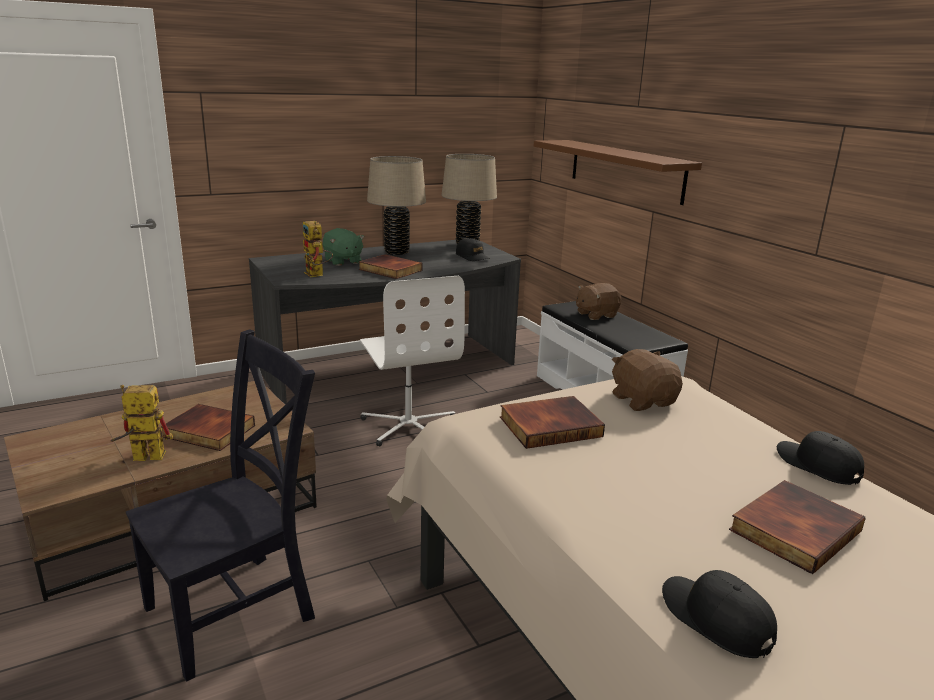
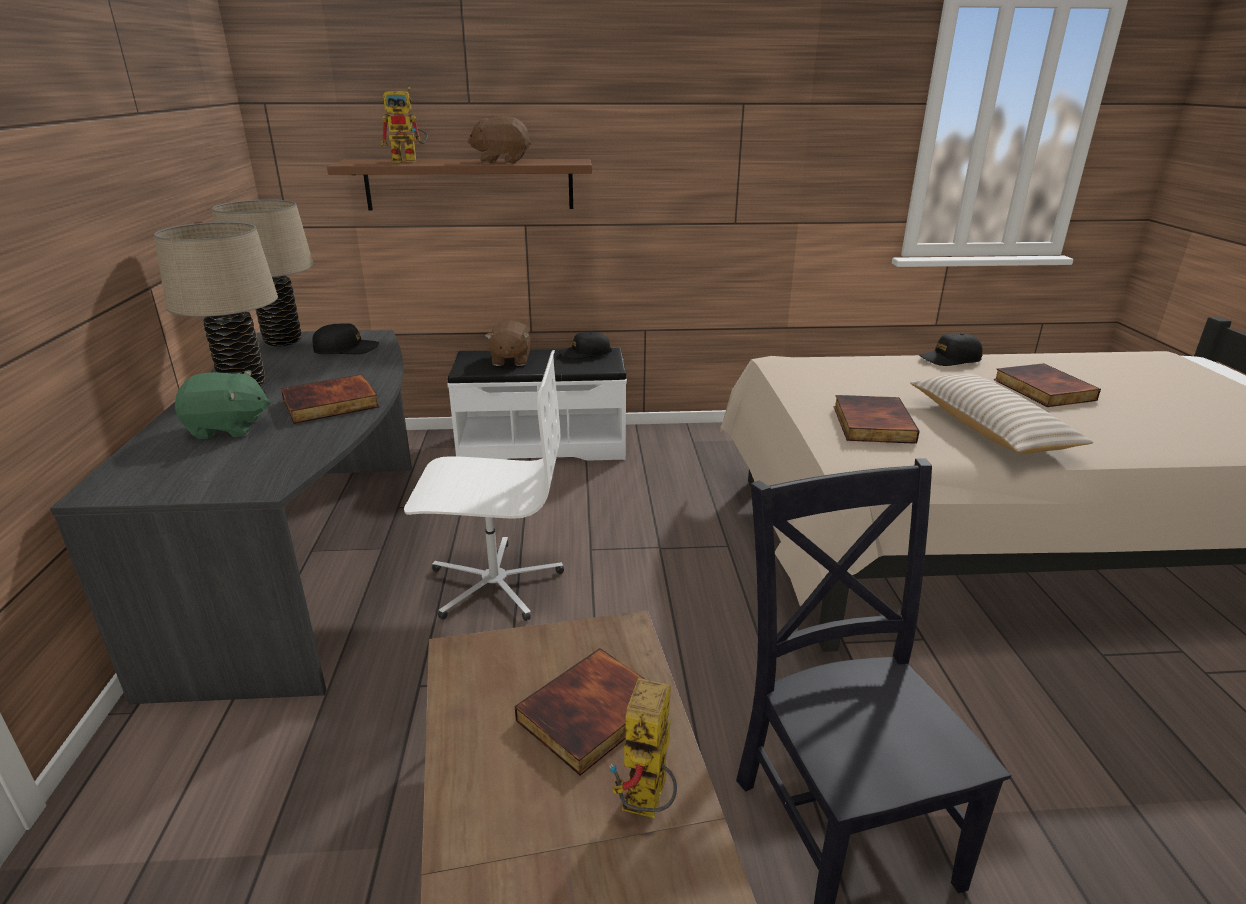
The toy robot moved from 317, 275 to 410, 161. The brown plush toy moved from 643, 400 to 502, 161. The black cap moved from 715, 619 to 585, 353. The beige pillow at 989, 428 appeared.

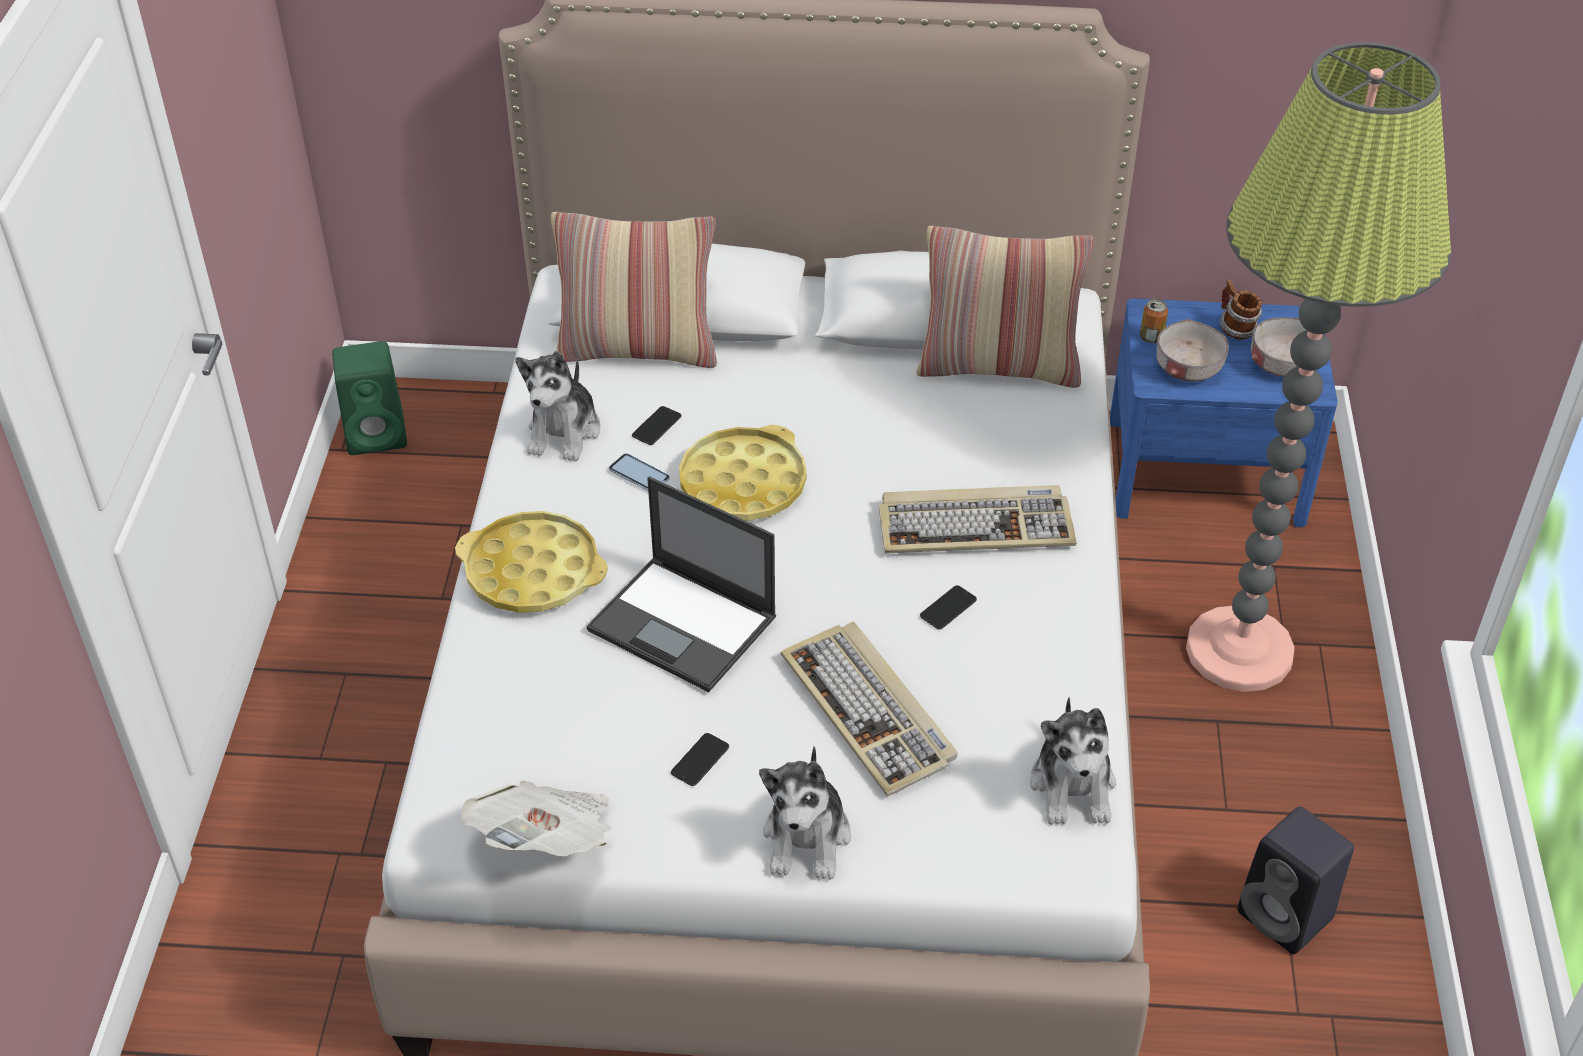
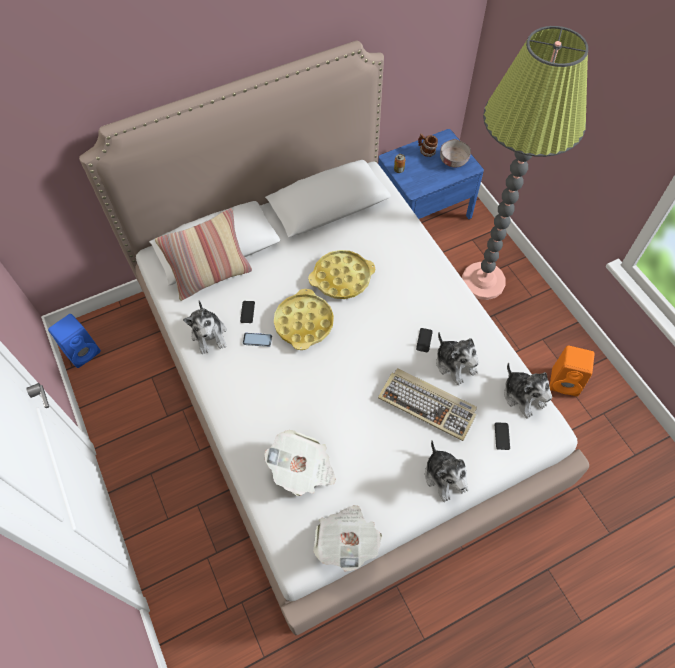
The green speaker at 378, 434 became the blue speaker at 83, 351. The newspaper at 303, 469 appeared. The yellow tray moved from 532, 572 to 342, 278. The plush toy at 455, 364 appeared. The phone moved from 700, 760 to 502, 436. The black speaker at 1287, 916 became the orange speaker at 566, 382. The laptop at 684, 624 disappeared. The keyboard at 976, 525 disappeared. The pillow at 998, 366 disappeared. The grey bowl at 1187, 368 disappeared.

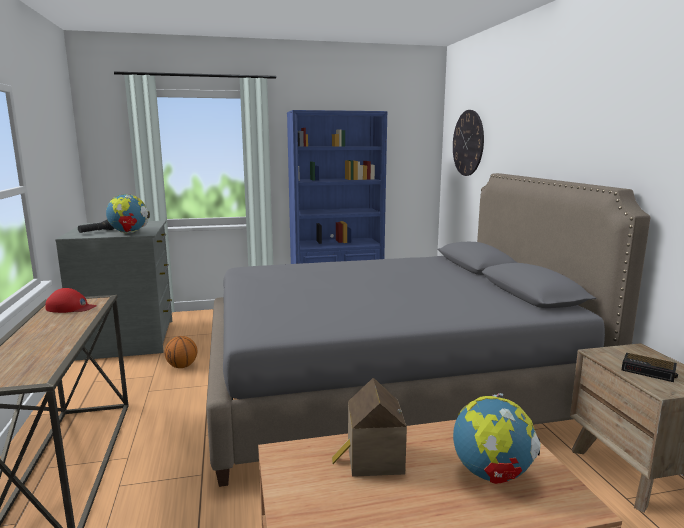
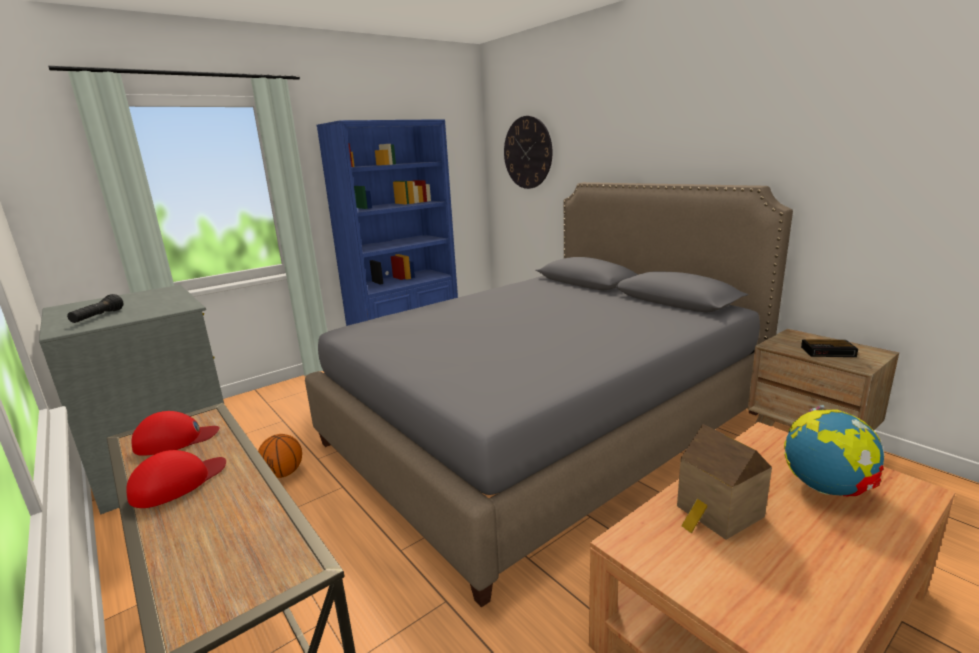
The red cap at 178, 482 appeared. The globe at 129, 233 disappeared.

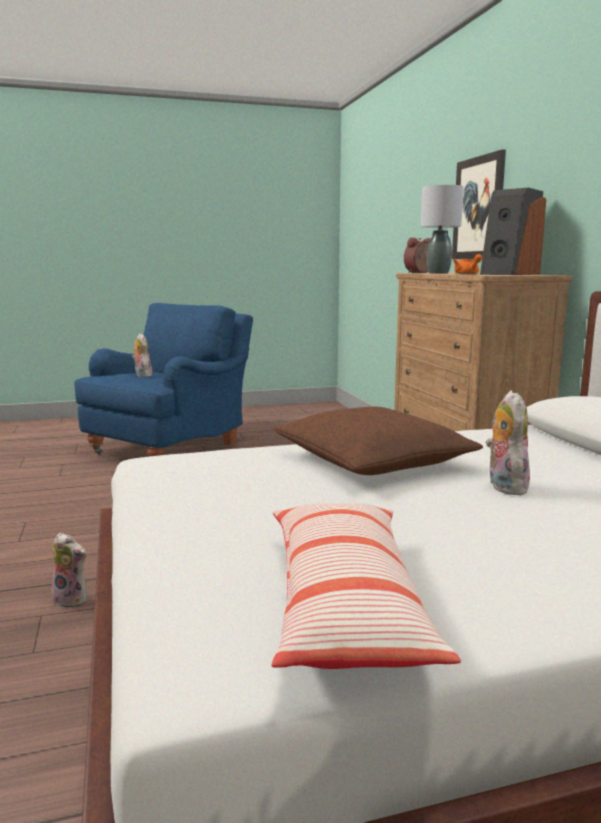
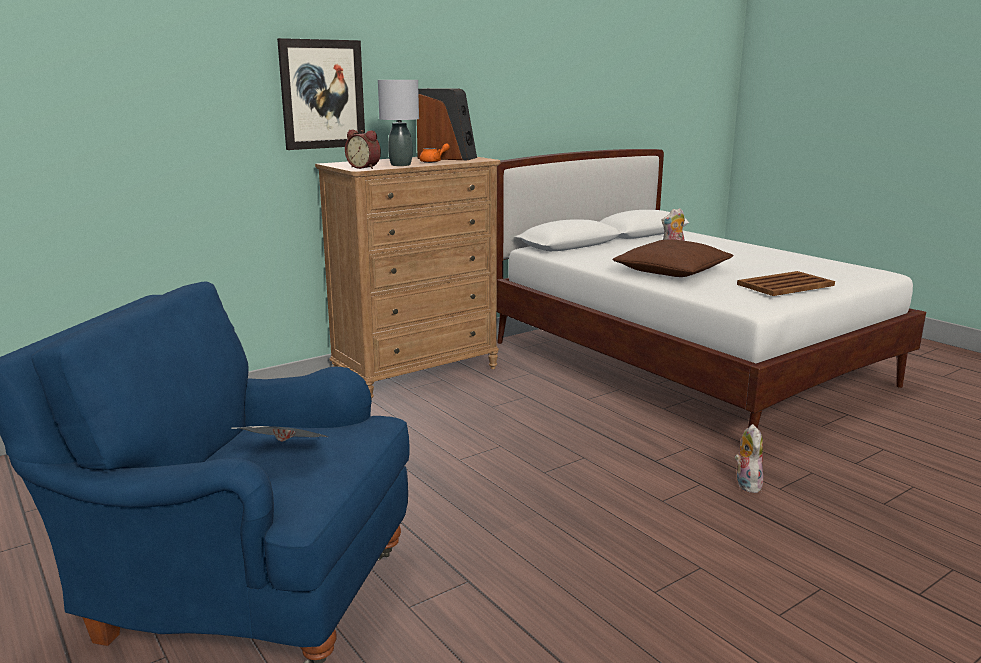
The plush toy at 142, 375 was replaced by the newspaper at 286, 455. The brown tray at 786, 285 appeared. The pillow at 345, 603 disappeared.

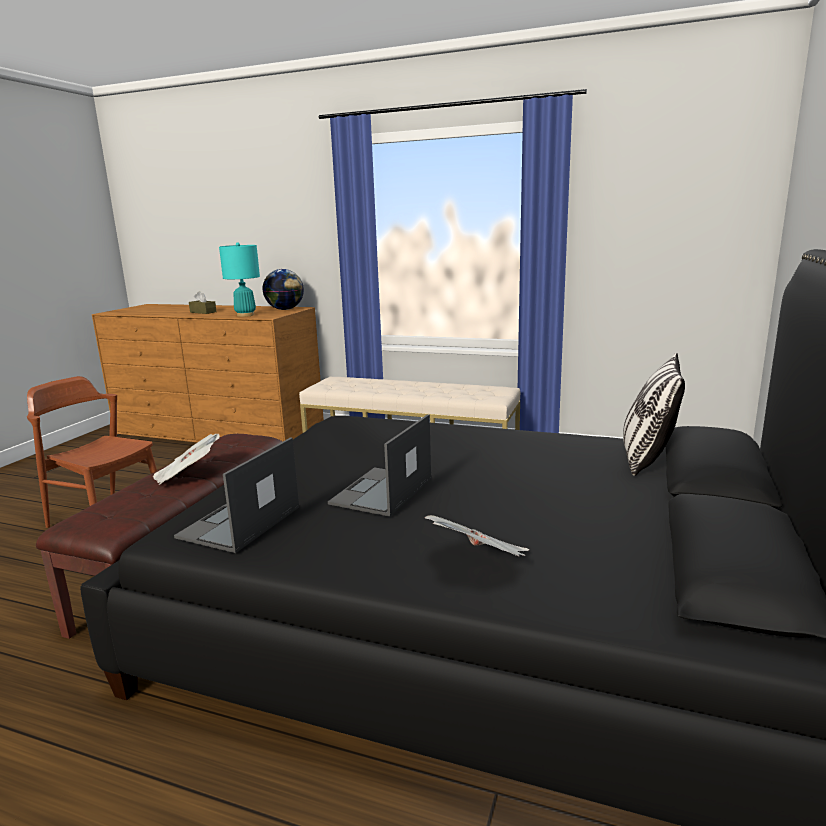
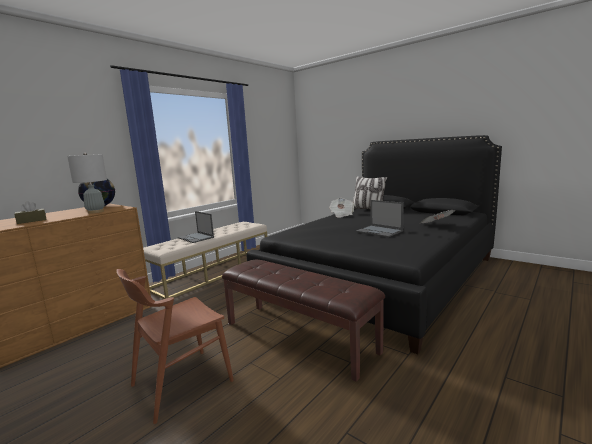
The turquoise table lamp at 245, 315 became the grey table lamp at 96, 212. The laptop moved from 239, 523 to 196, 238. The newspaper moved from 187, 476 to 341, 214.

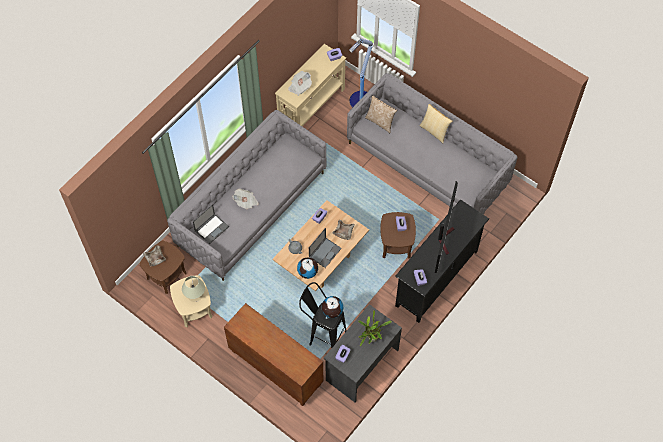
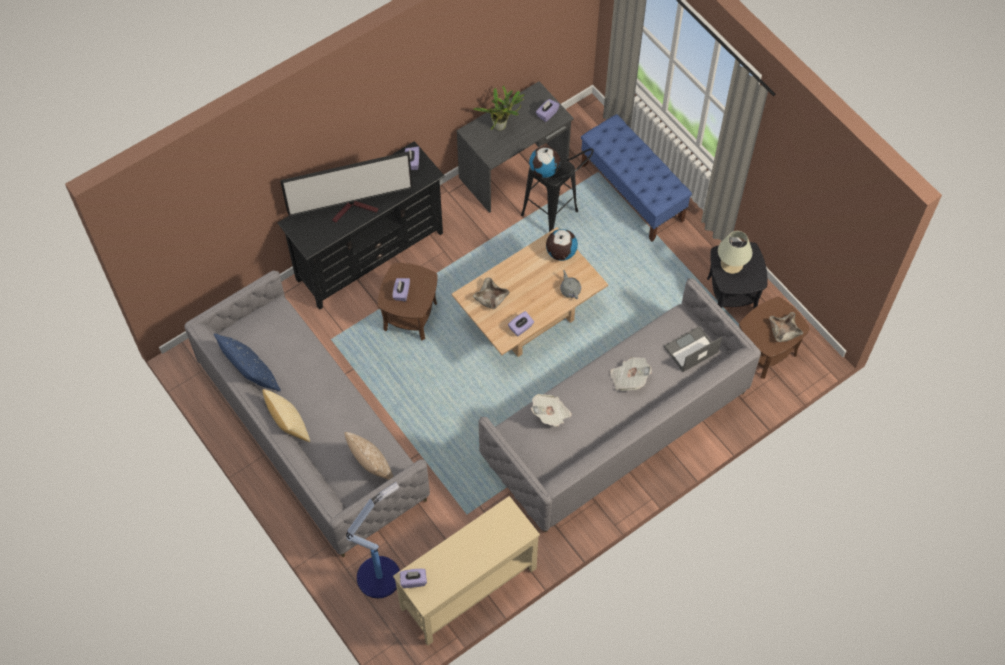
The blue pillow at 252, 376 appeared. The television at 444, 239 turned 135 degrees counterclockwise. The newspaper moved from 299, 87 to 551, 414. The brown cabinet at 275, 368 was replaced by the blue bench at 632, 193. The beige side table at 194, 309 became the black side table at 732, 294. The laptop at 325, 252 disappeared.

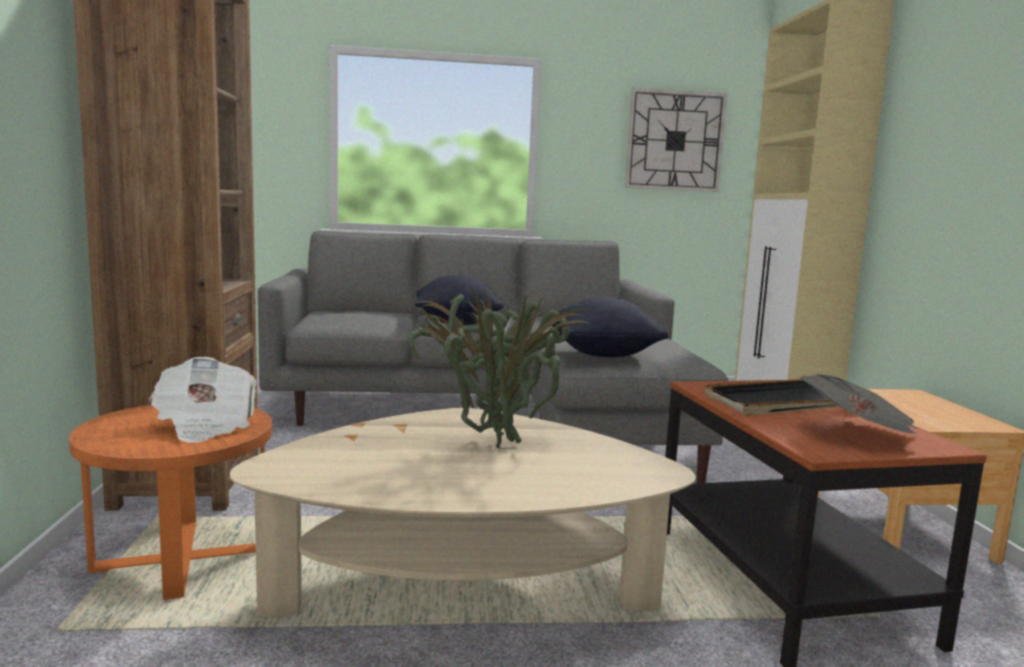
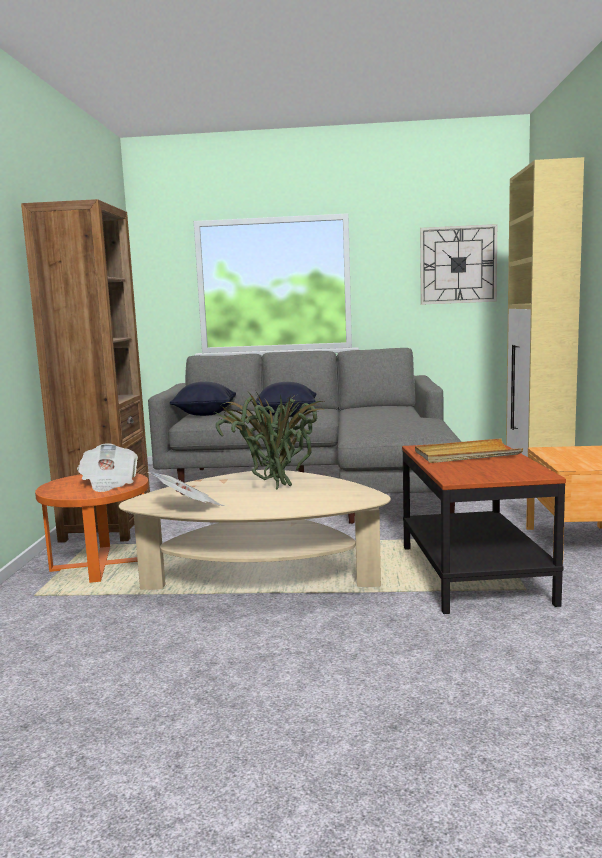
The newspaper moved from 859, 435 to 188, 508. The black pillow moved from 602, 353 to 205, 414. The black tray at 784, 403 became the beige tray at 466, 455.

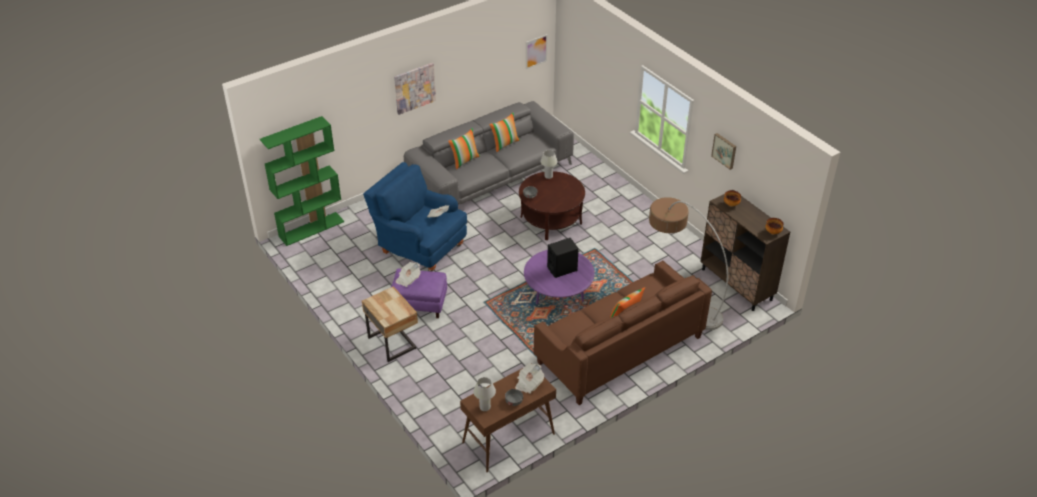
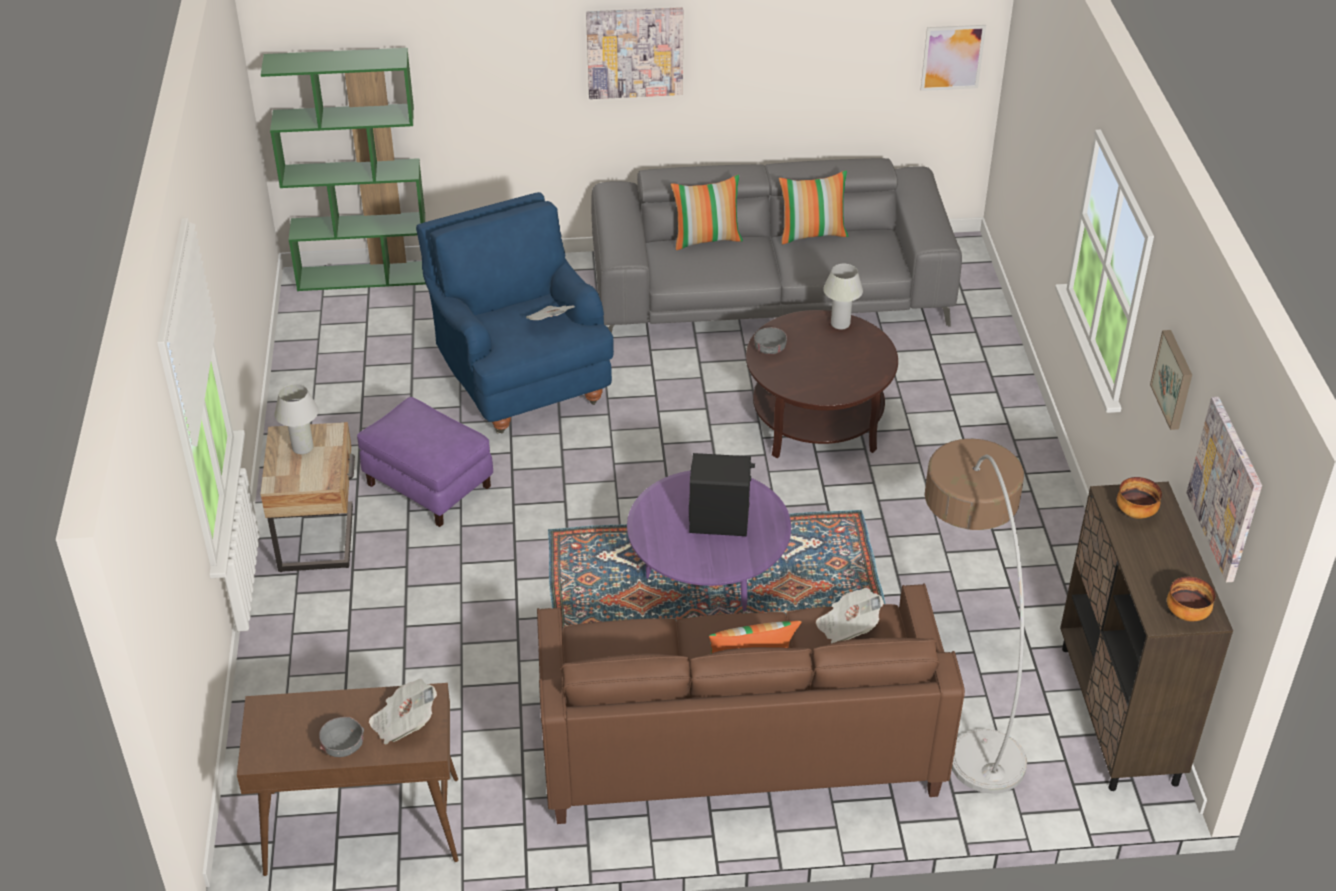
The white table lamp moved from 485, 407 to 302, 448. The newspaper moved from 408, 279 to 847, 627. The picture at 1226, 489 appeared.

